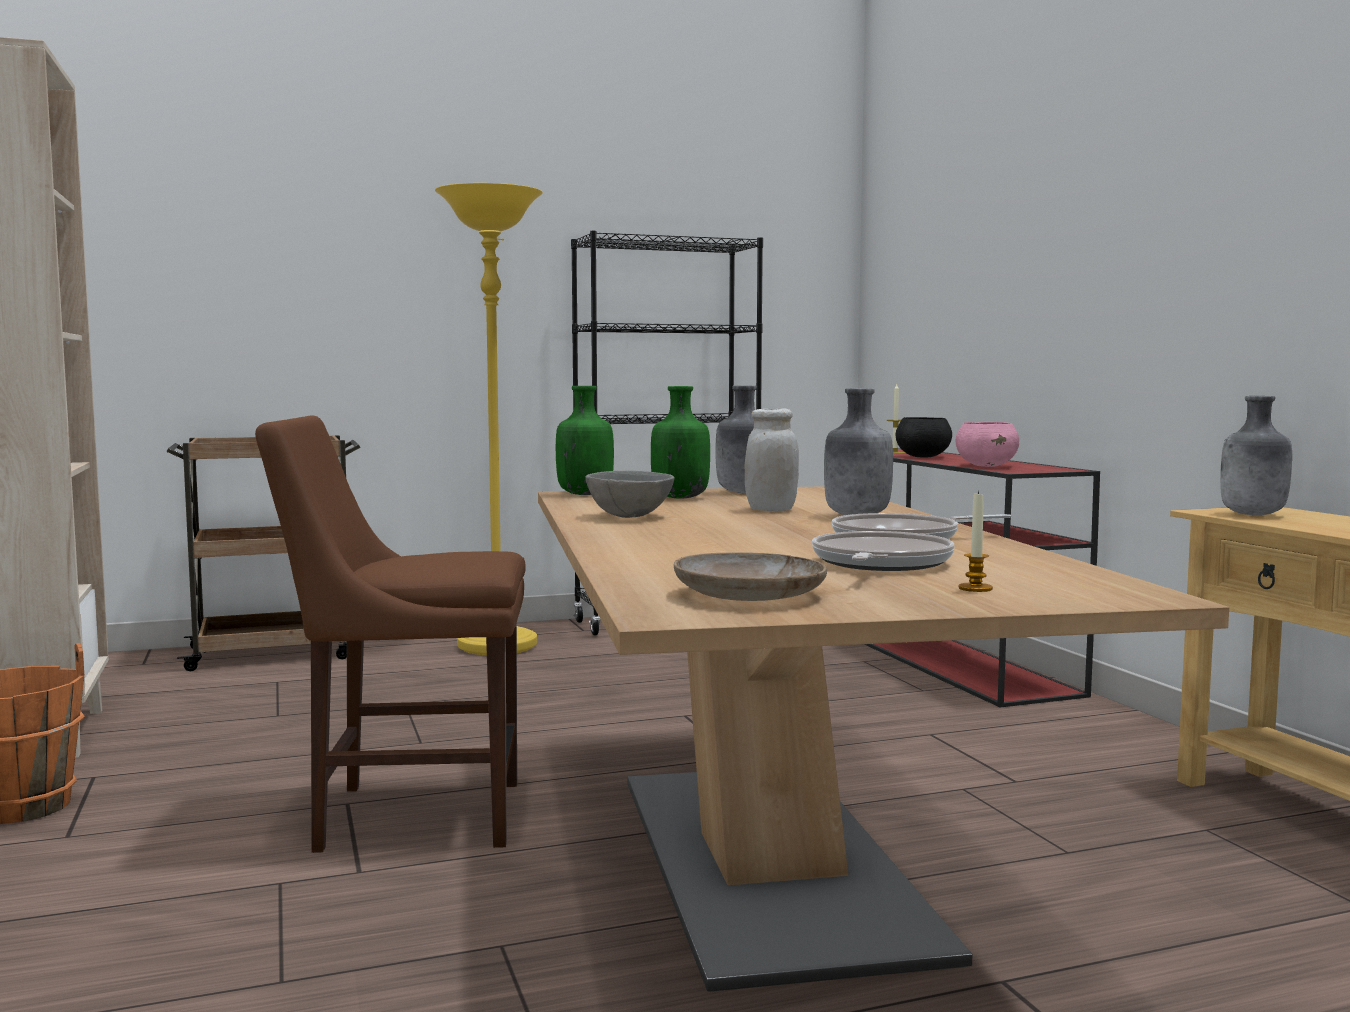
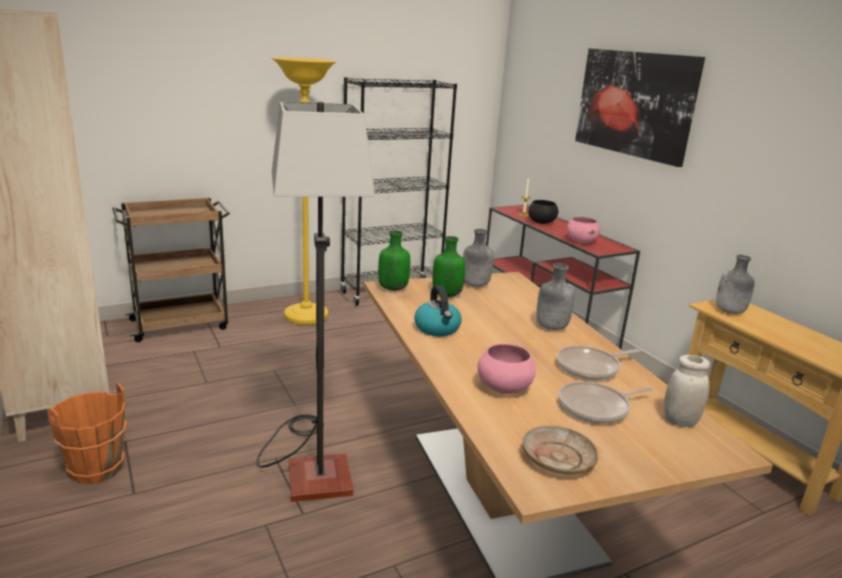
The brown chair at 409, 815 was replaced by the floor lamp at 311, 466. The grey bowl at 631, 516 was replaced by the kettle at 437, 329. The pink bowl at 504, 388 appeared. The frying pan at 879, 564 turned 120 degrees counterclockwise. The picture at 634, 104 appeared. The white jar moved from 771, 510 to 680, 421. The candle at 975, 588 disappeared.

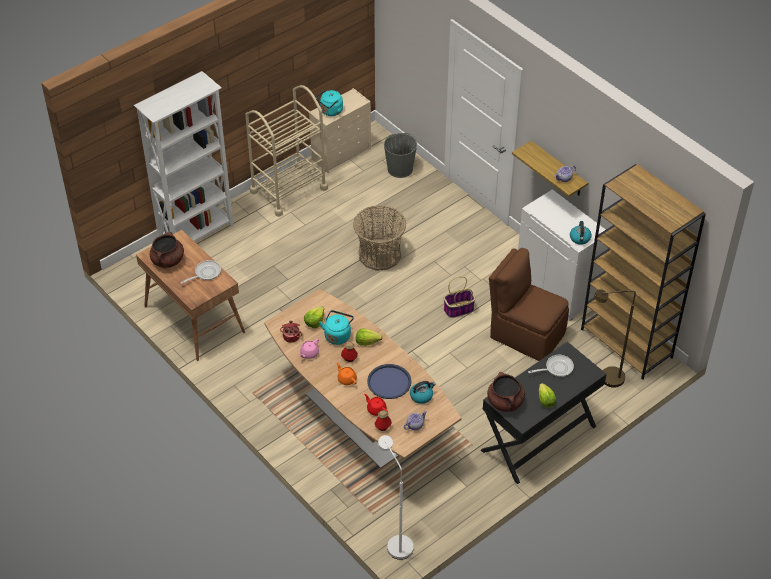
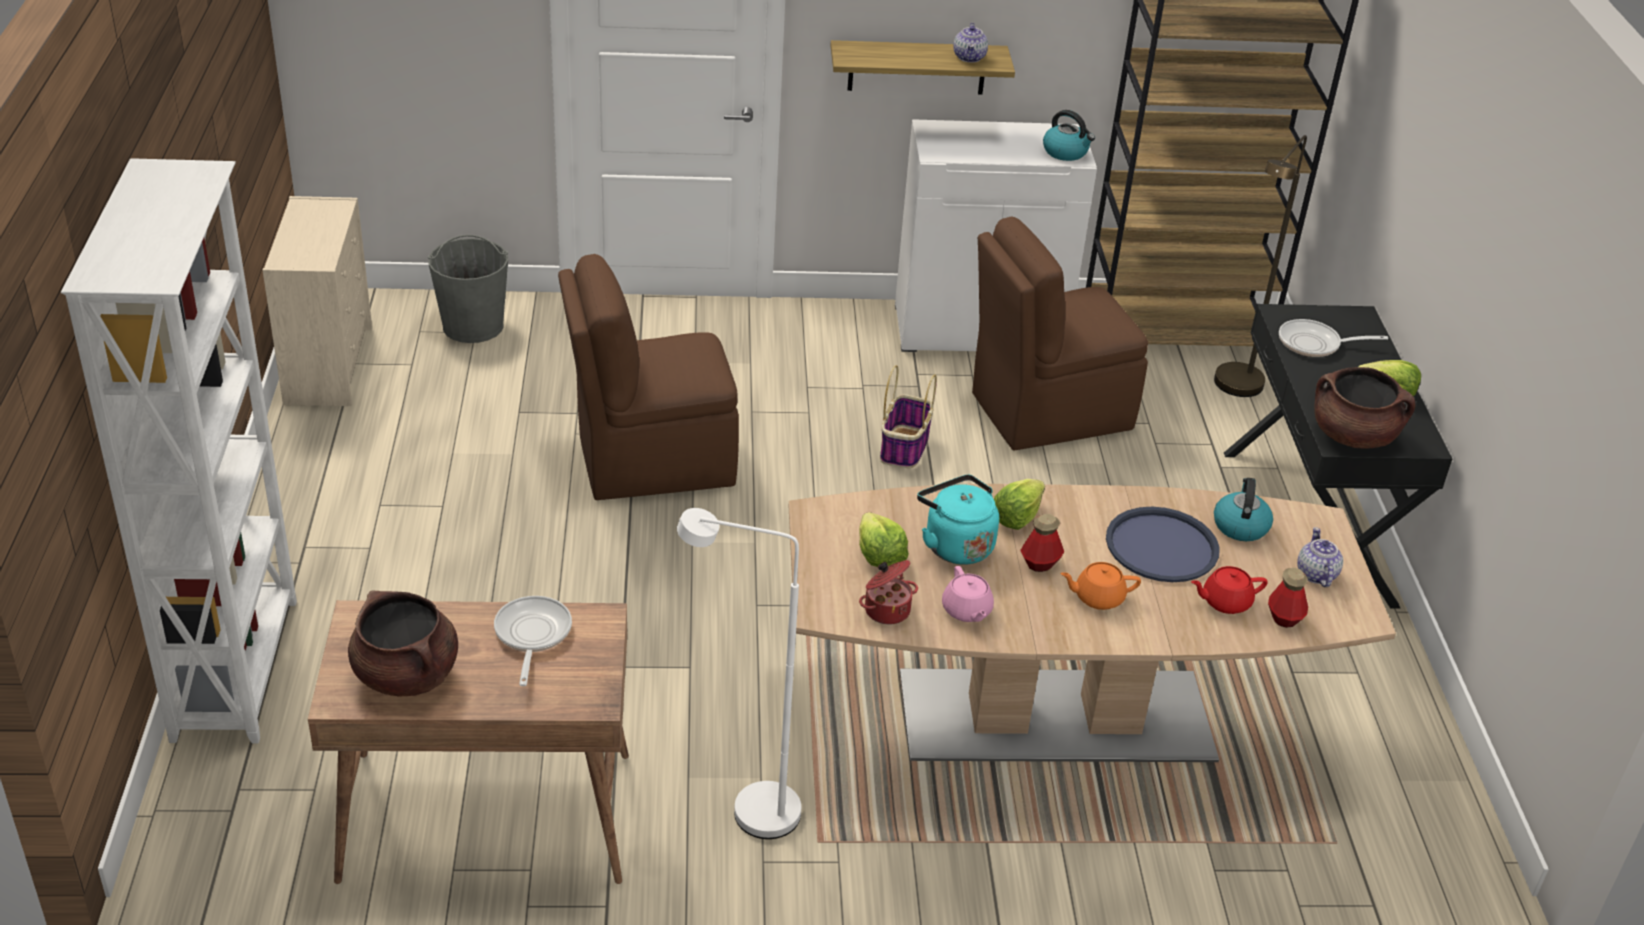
The basket at 379, 254 was replaced by the brown chair at 651, 461. The white floor lamp moved from 396, 542 to 747, 811. The frying pan at 556, 368 turned 105 degrees counterclockwise. The beige cart at 288, 190 disappeared. The turquoise kettle at 330, 111 disappeared.

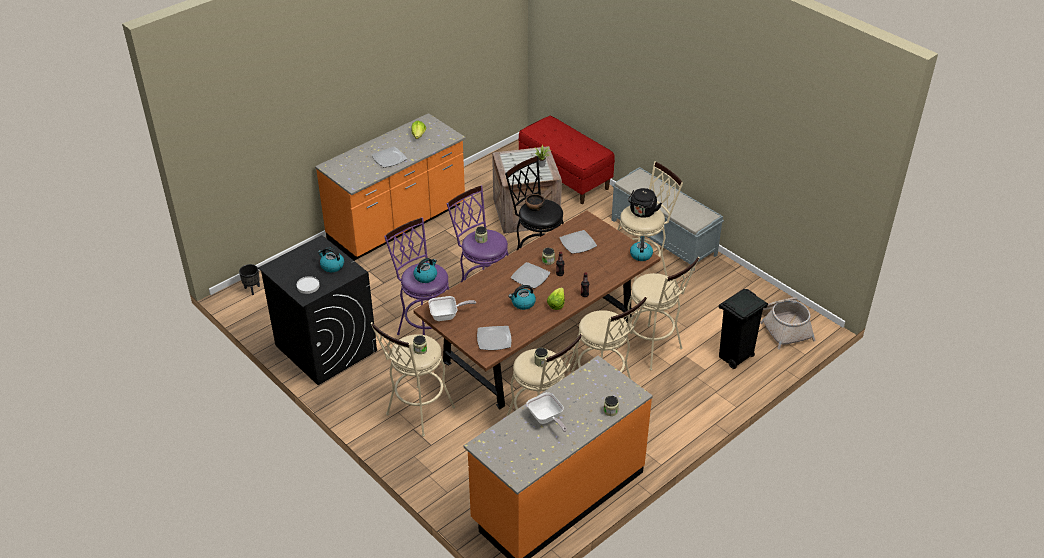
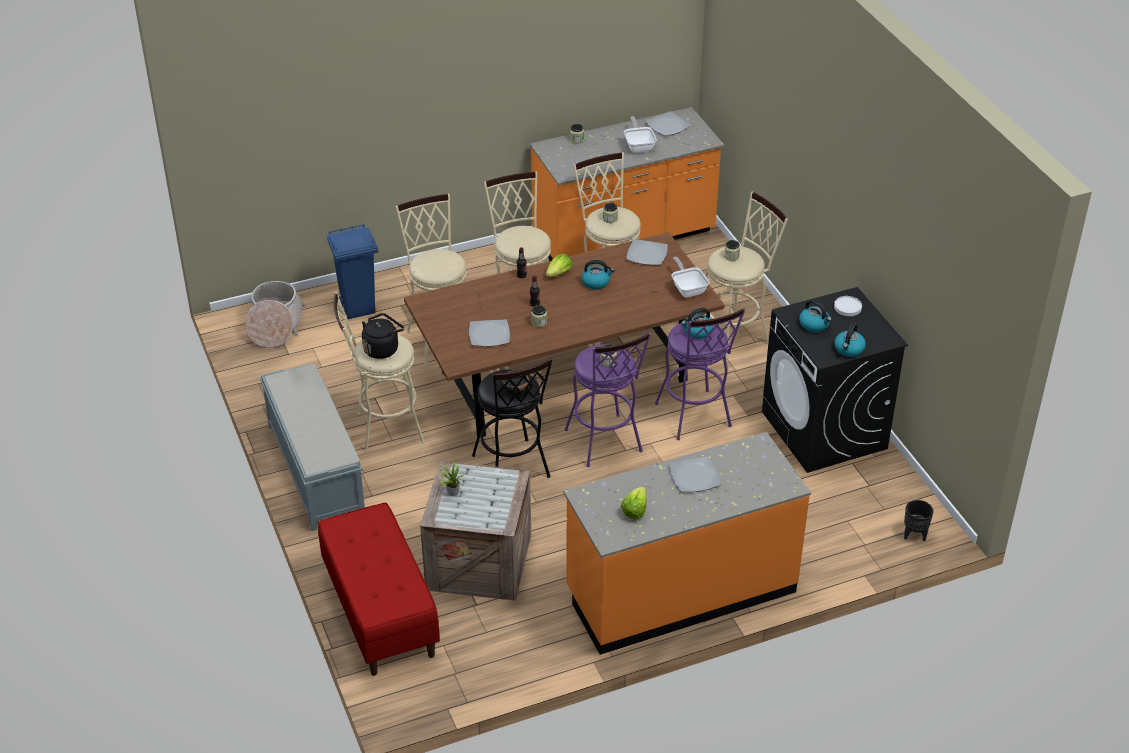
The black trash can at 734, 358 became the blue trash can at 359, 308. The plate moved from 530, 277 to 668, 126. The frying pan at 447, 315 turned 60 degrees clockwise. The kettle moved from 641, 255 to 849, 349.

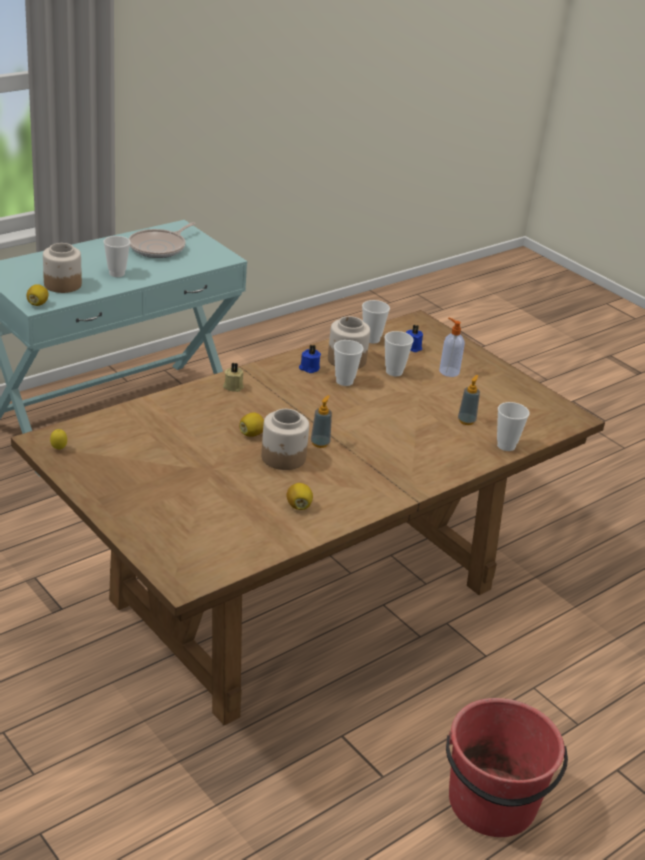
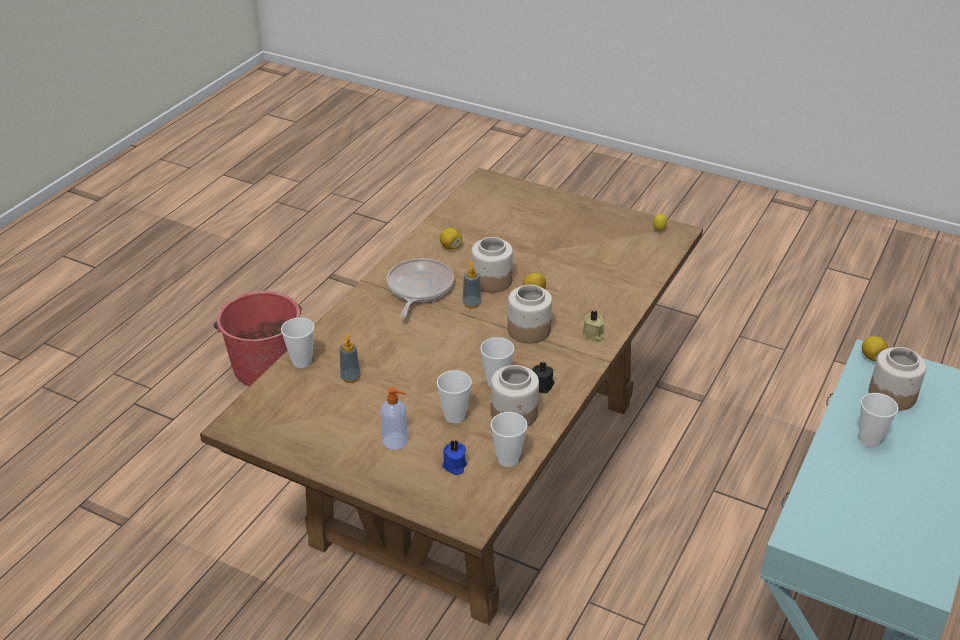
The frying pan moved from 159, 247 to 418, 288. The jar at 528, 330 appeared. The blue candle at 309, 368 became the black candle at 543, 385.

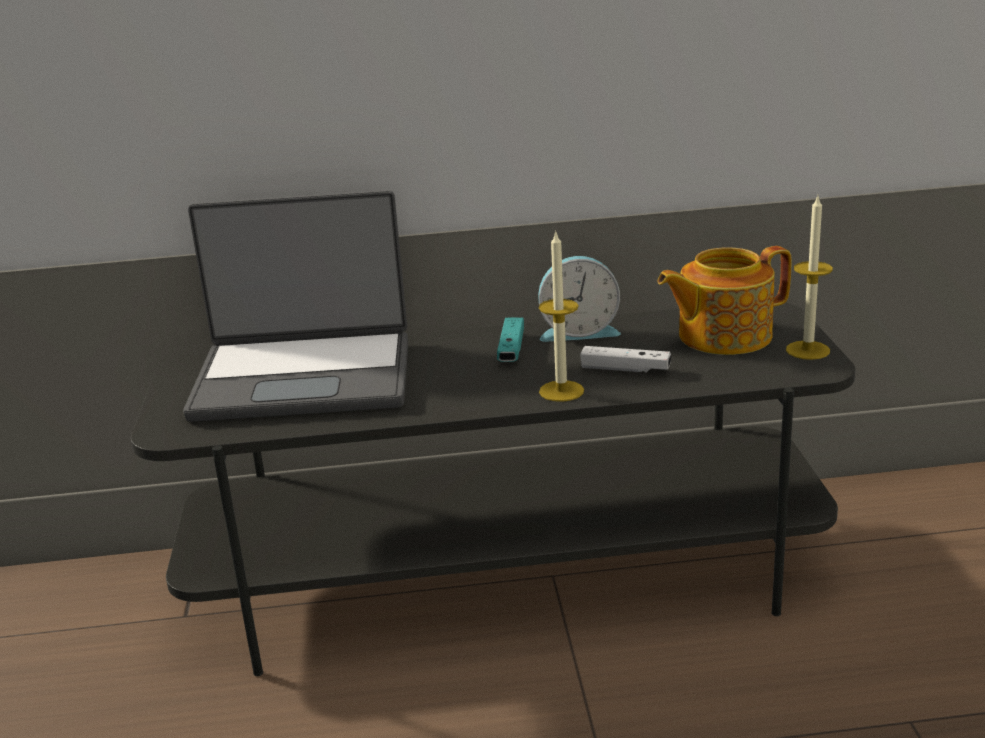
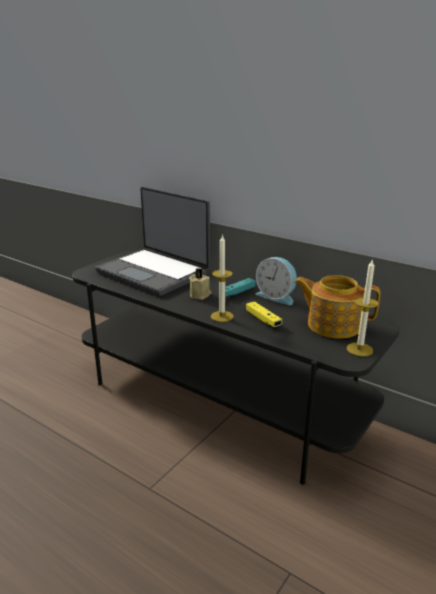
The beige candle at 200, 295 appeared. The white game controller at 625, 369 became the yellow game controller at 263, 319.

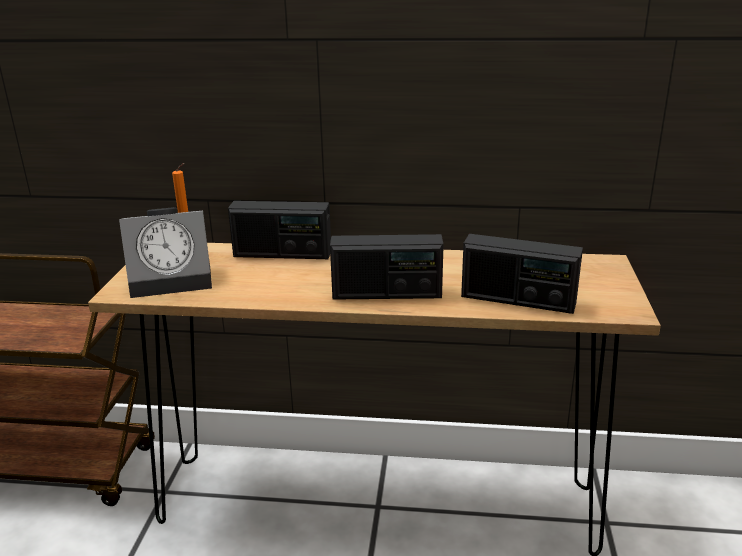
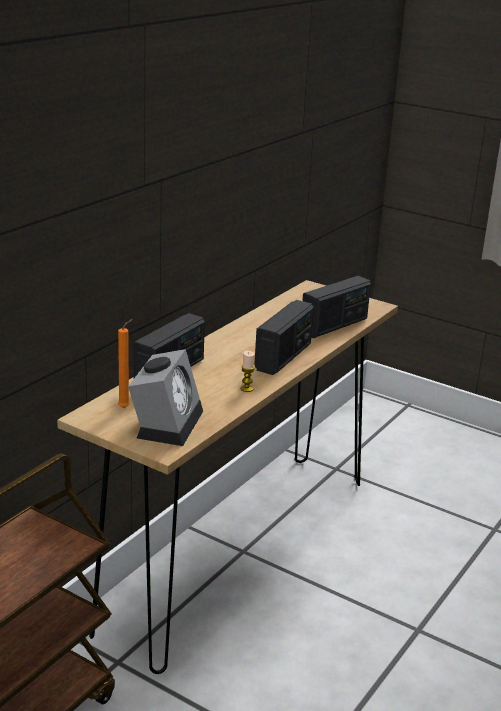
The candle at 246, 389 appeared.

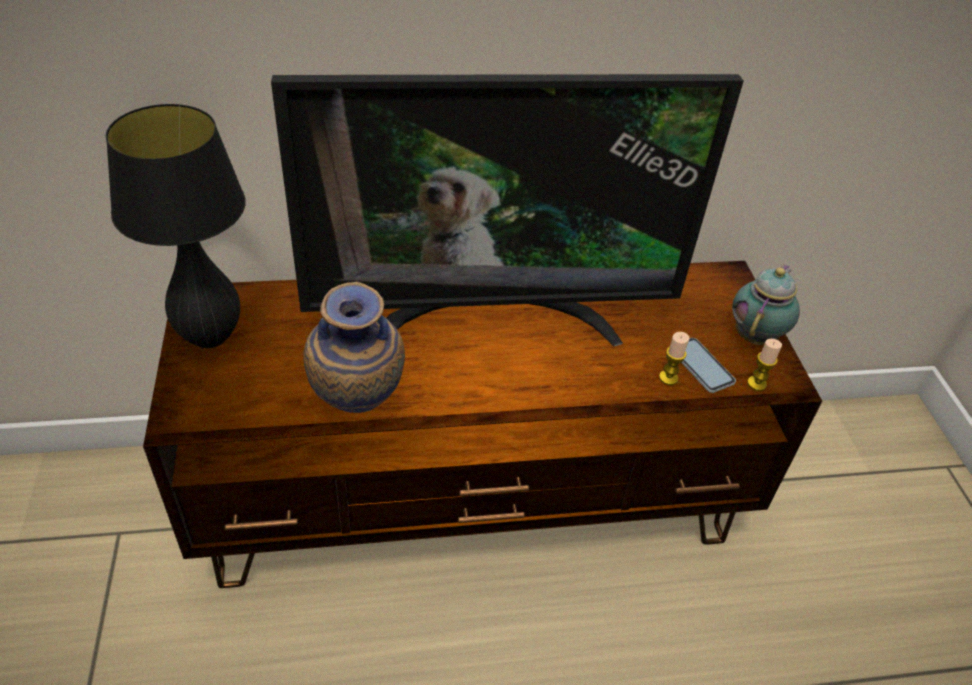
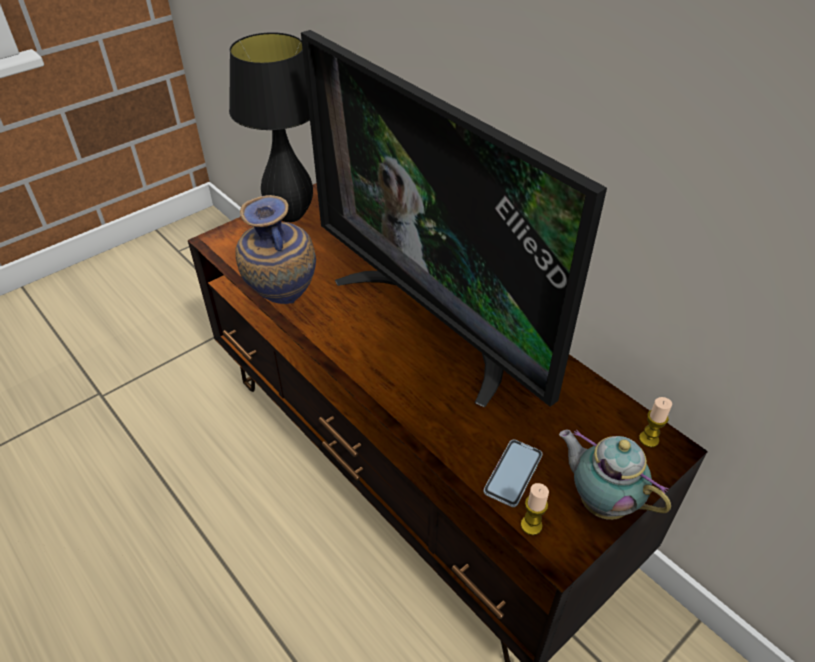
The teapot at 756, 335 turned 135 degrees counterclockwise. The candle moved from 668, 378 to 648, 439.

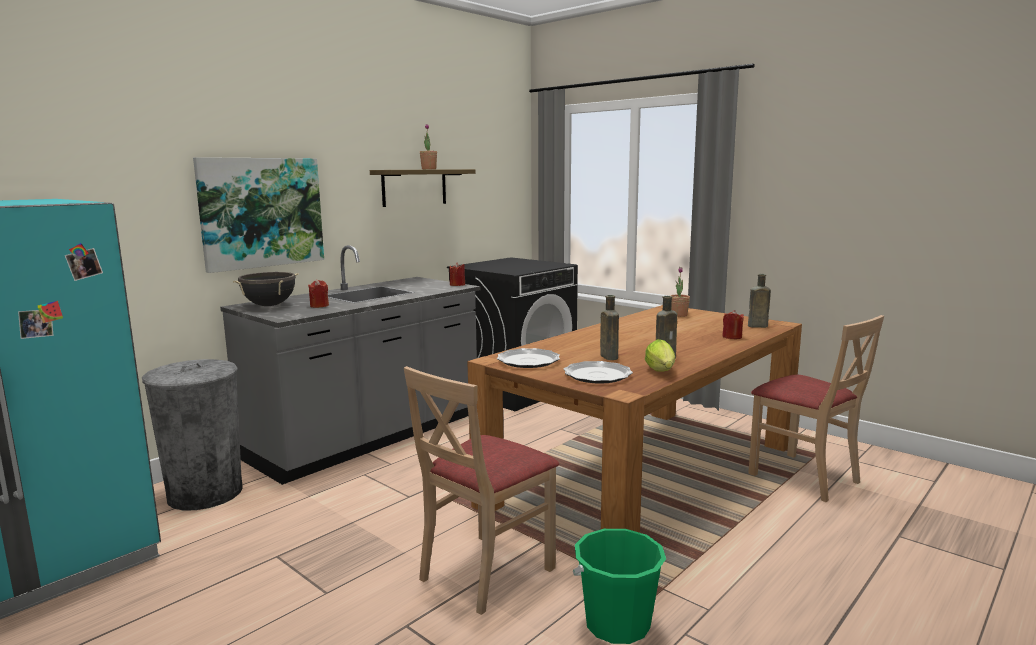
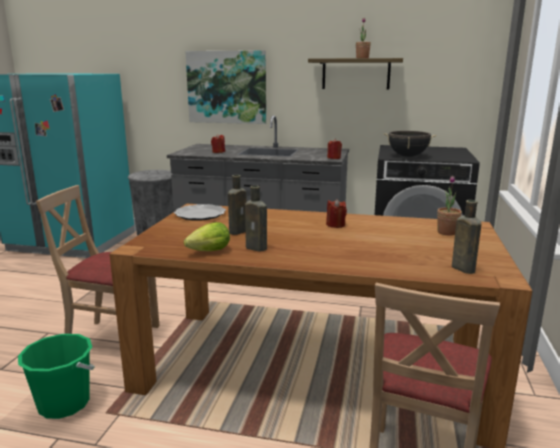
The red candle moved from 732, 337 to 335, 225. The black cooking pot moved from 269, 305 to 407, 156. The plate at 598, 375 disappeared.

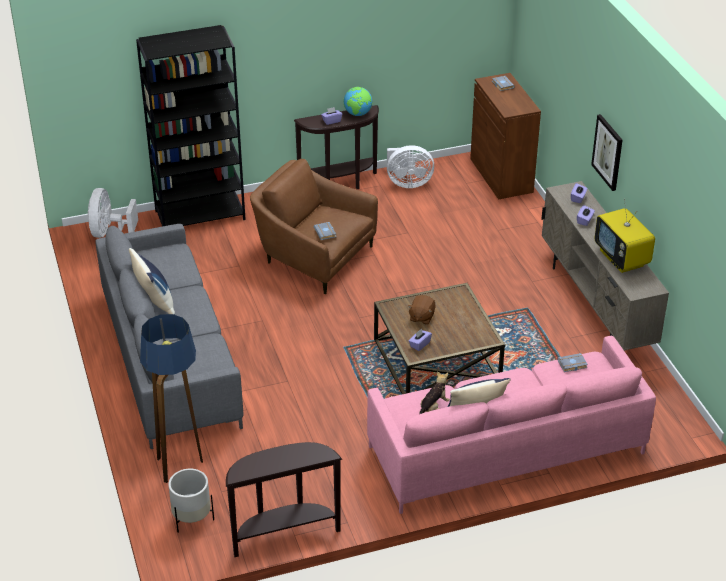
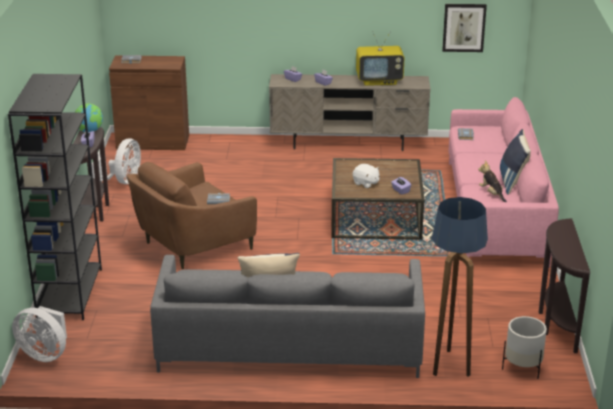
The brown plush toy at 421, 317 became the white plush toy at 366, 183. The picture moved from 608, 152 to 464, 27.

